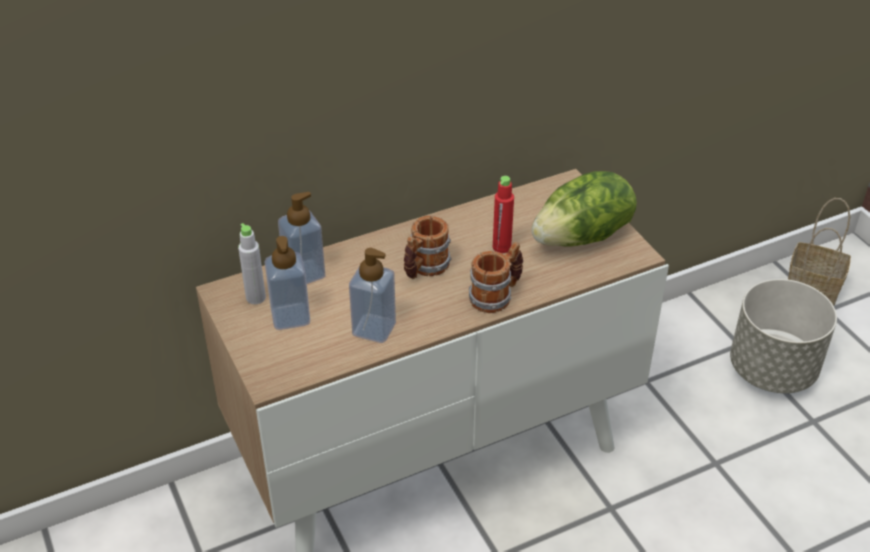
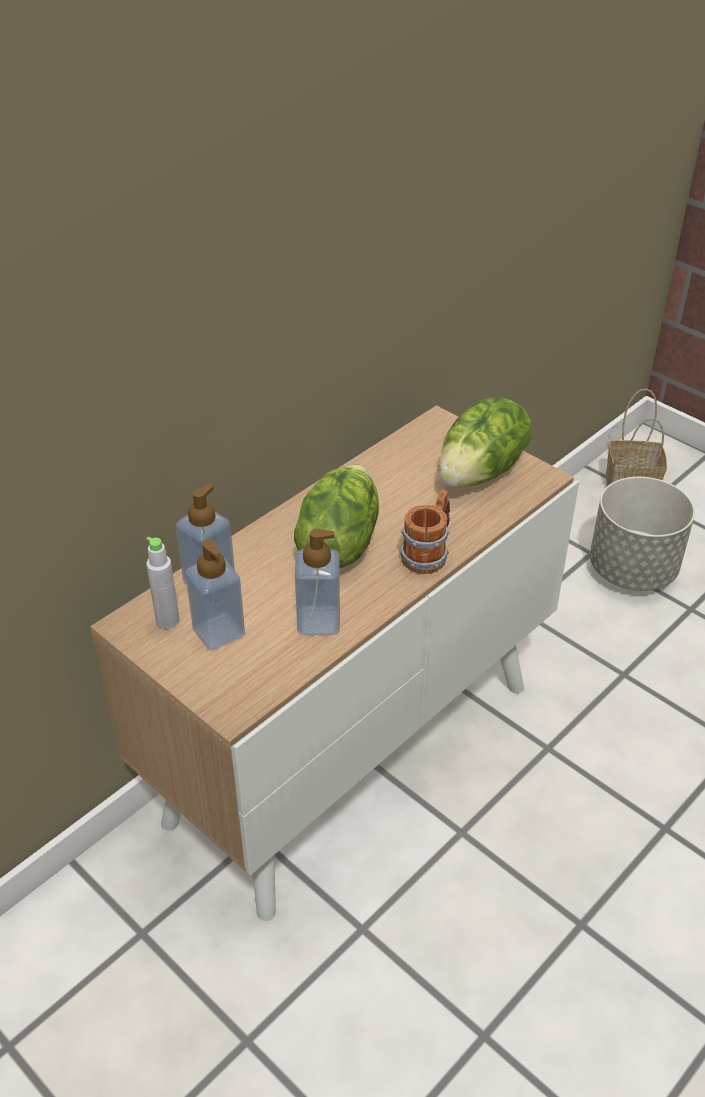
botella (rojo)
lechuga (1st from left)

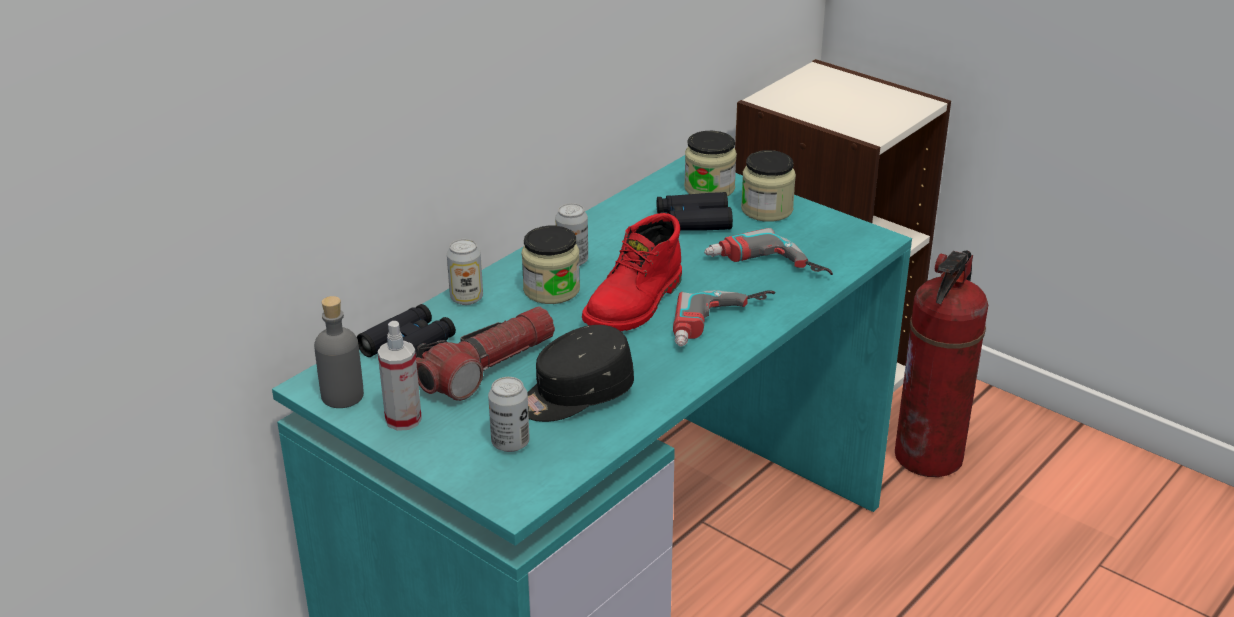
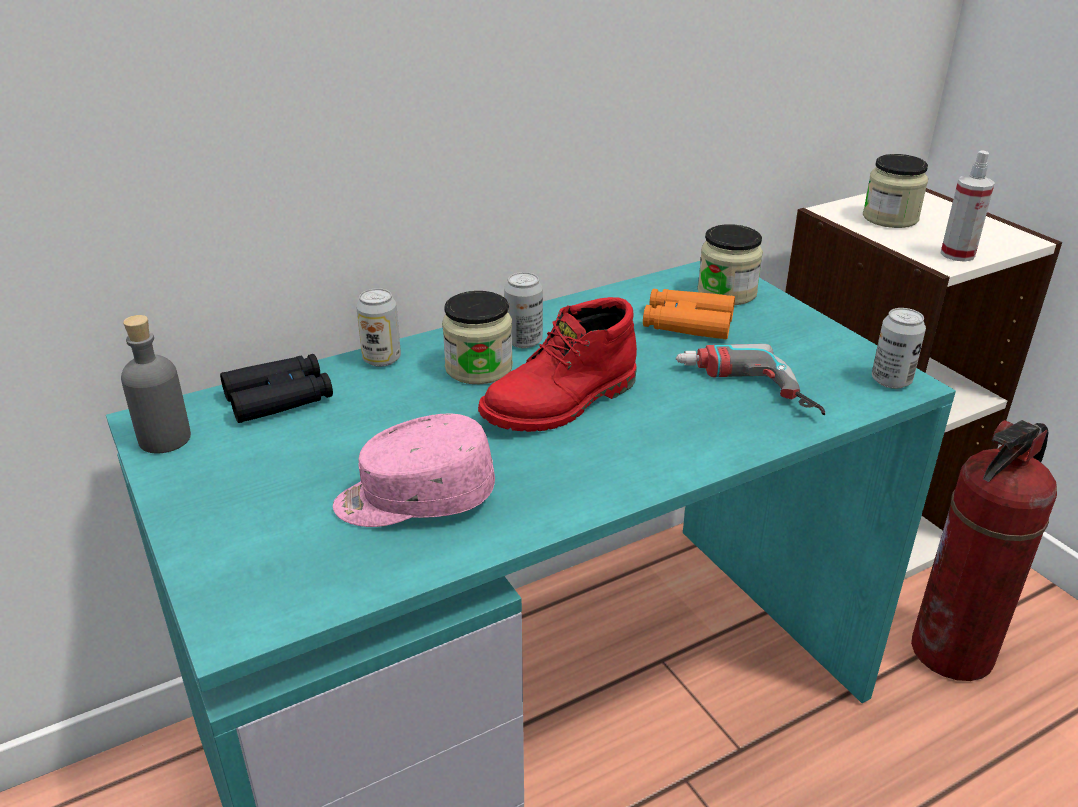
tarro (3rd from left)
prismáticos (naranja)
taladro (1st from left in the first image)
linterna
pulverizador
gorra (rosa)
lata (3rd from left)

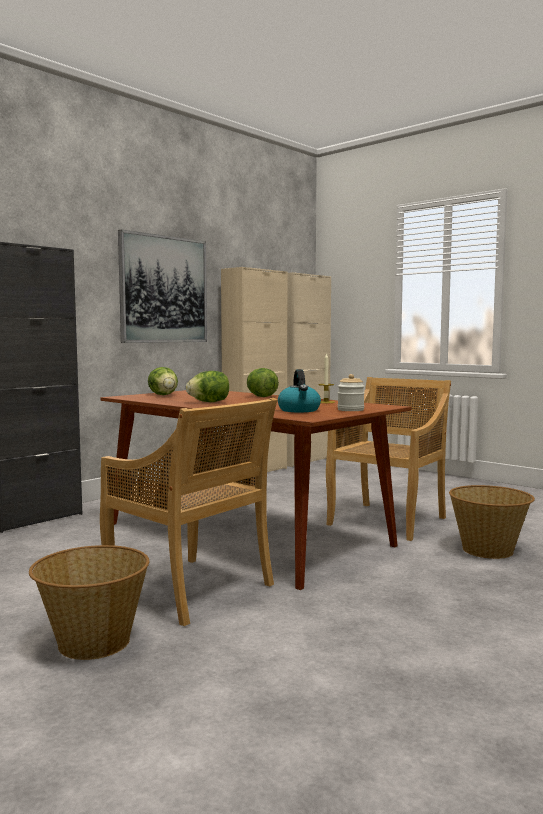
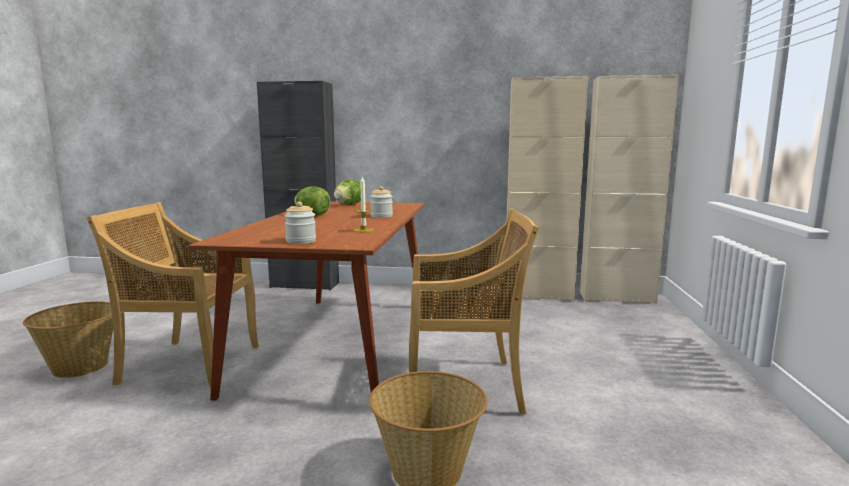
cuadro
tarro (2nd from left)
hervidor
silla (beis) (1st from left)

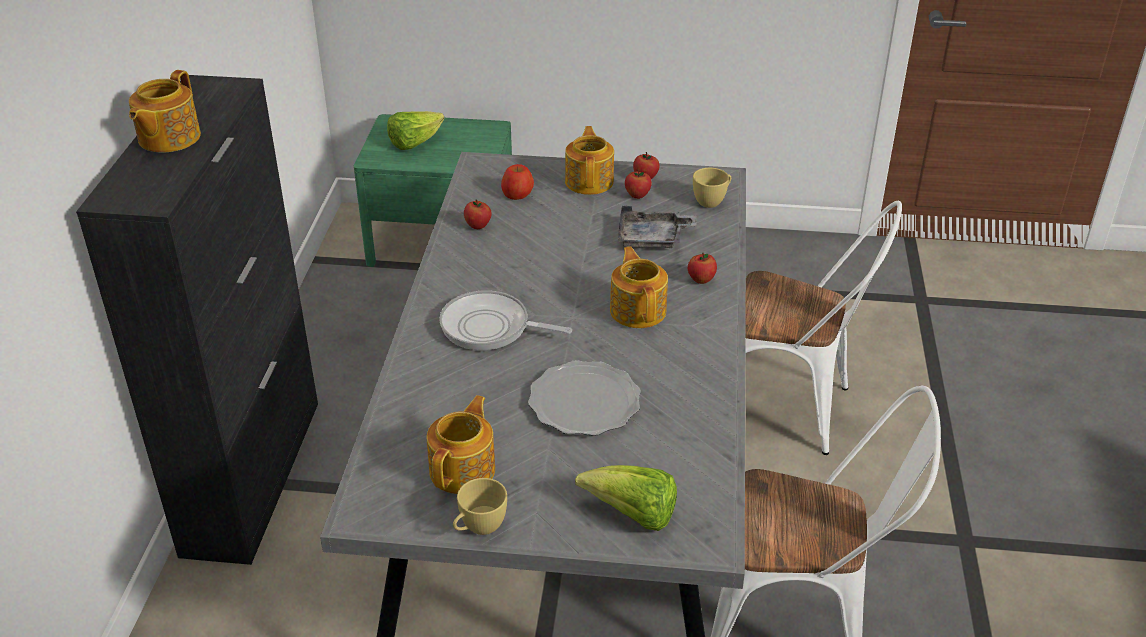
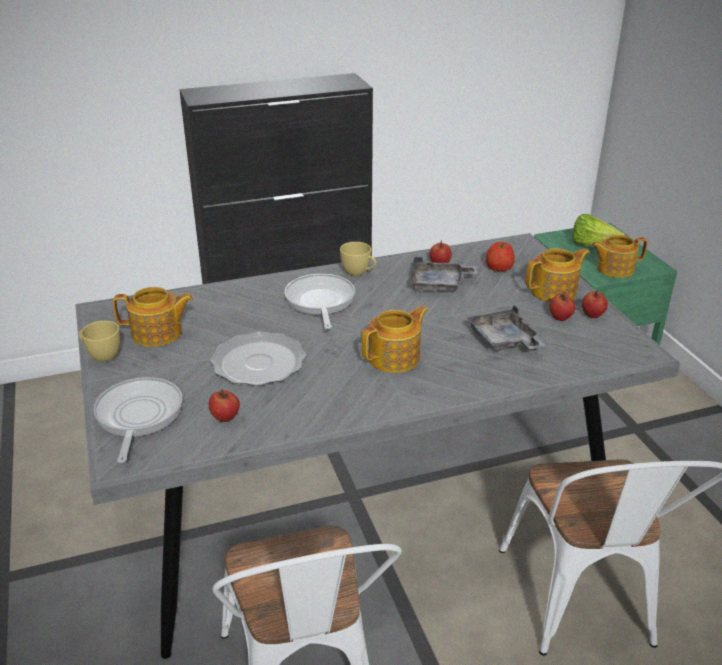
tetera (4th from left)
taza (amarillo) (2nd from left)
manzana (1st from left)
sartén (1st from left)
bandeja (gris) (1st from left)

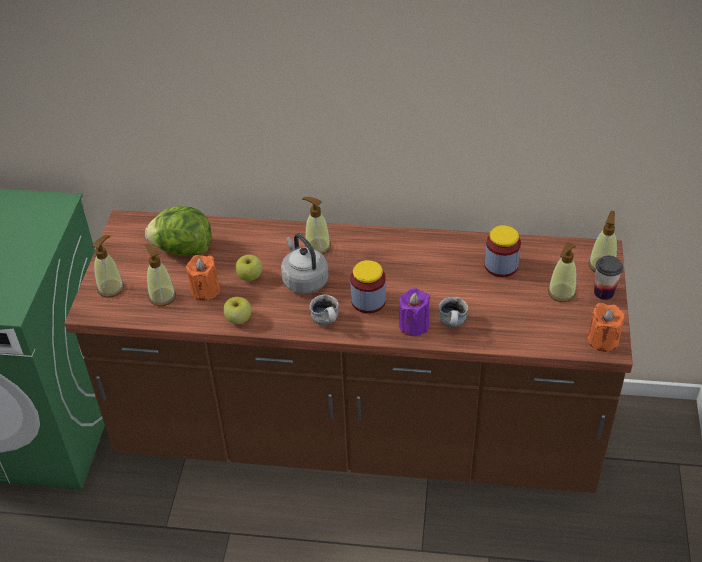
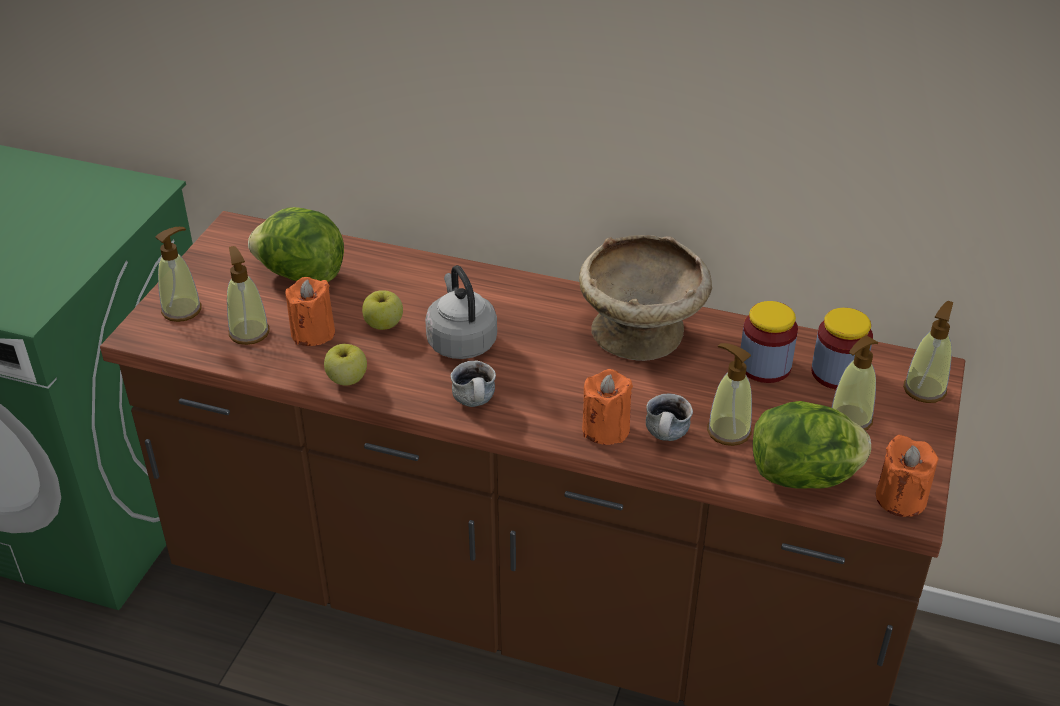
dispensador de jabón (3rd from left)
taza
tarro (2nd from left)
vela (naranja) (2nd from left)
cuenco (beis)
lechuga (2nd from left)

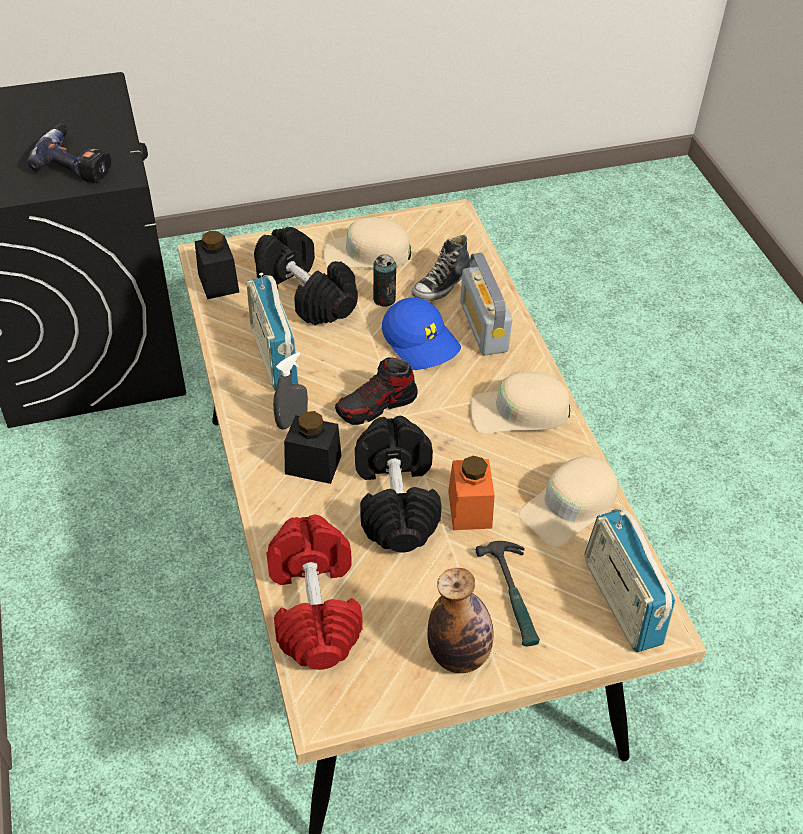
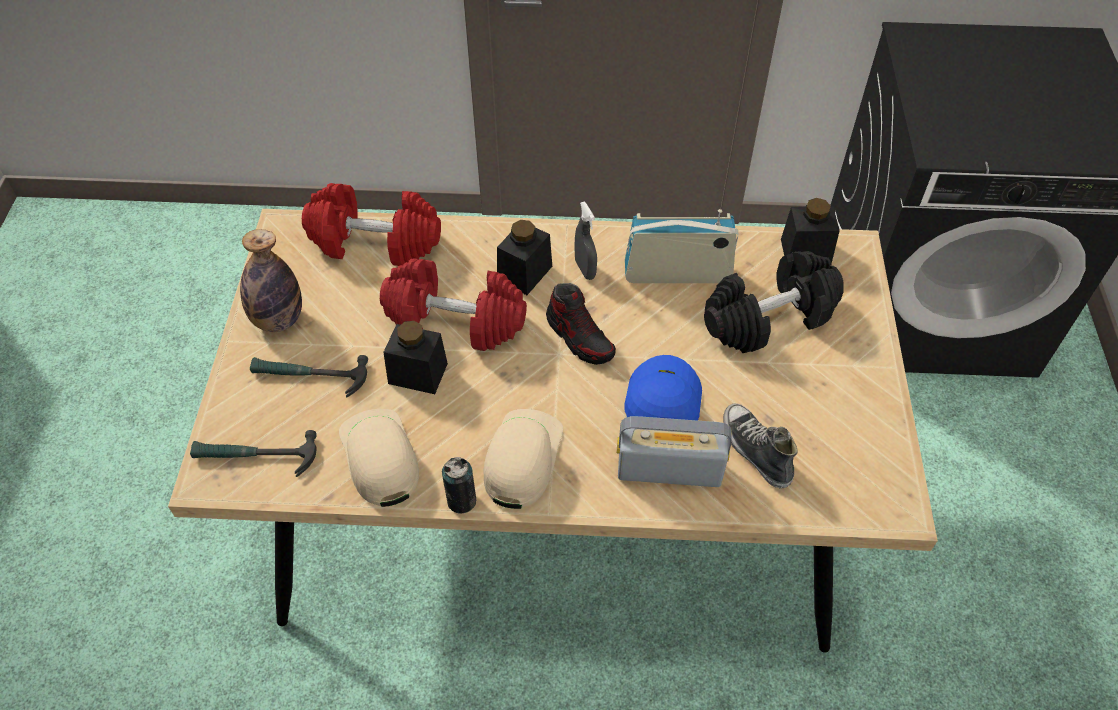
taladro
gorra (beis) (1st from left in the first image)
lata
gorra (azul)
zapato (1st from left)
mancuerna (rojo) (2nd from left)
tarro (negro) (1st from left)
martillo (1st from left)

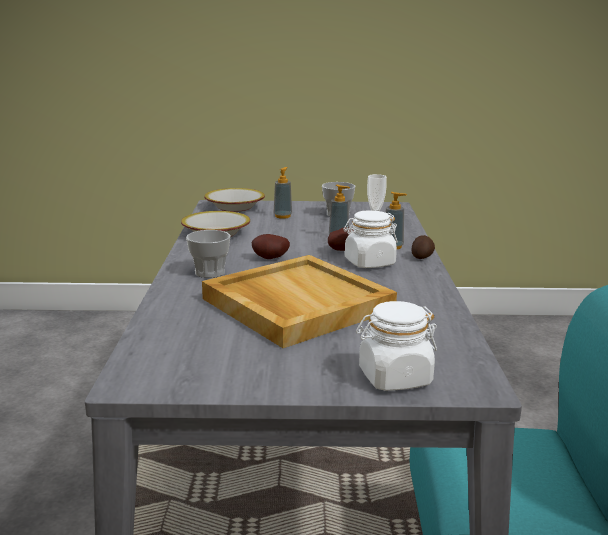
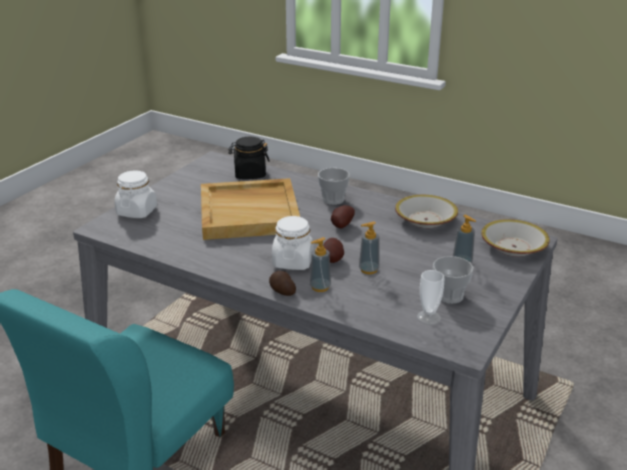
tarro (negro)

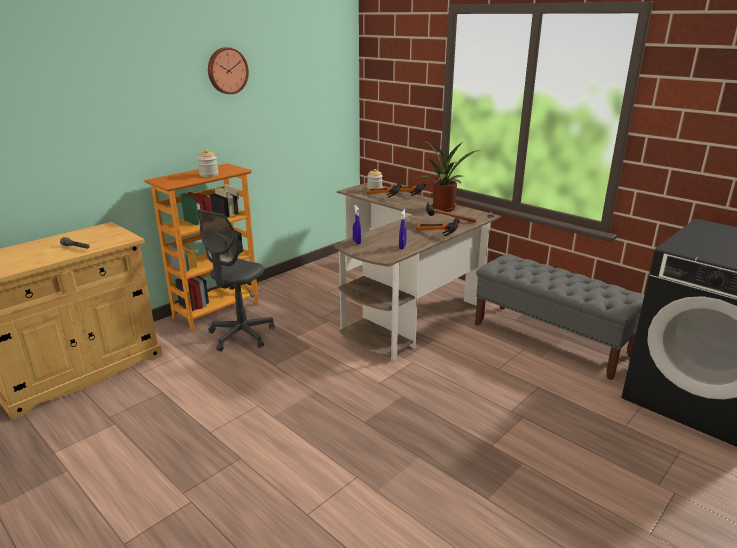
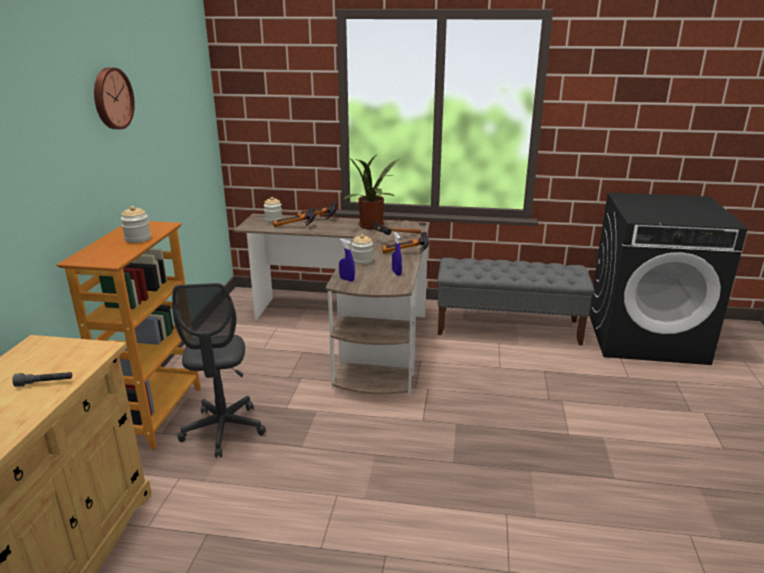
tarro (3rd from left)

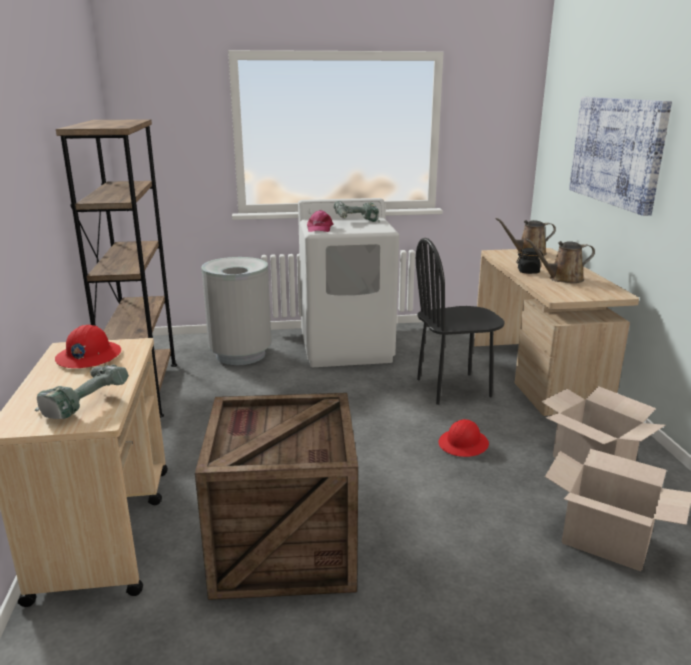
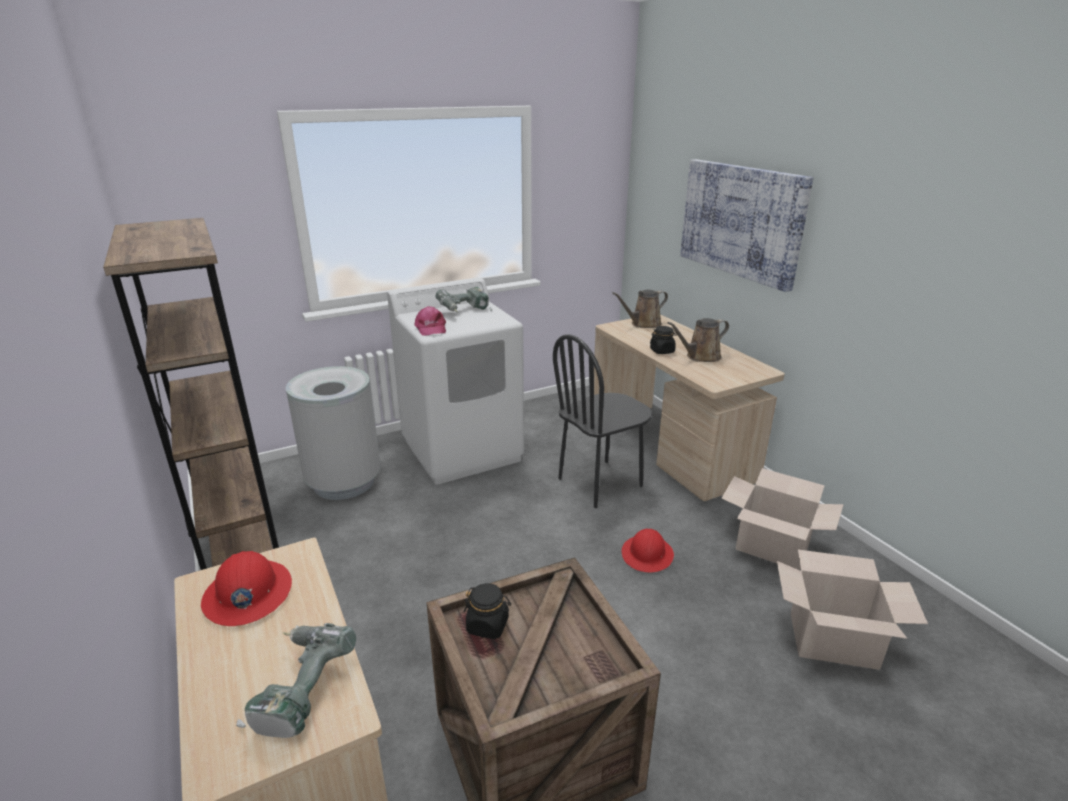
tarro (negro) (1st from left)

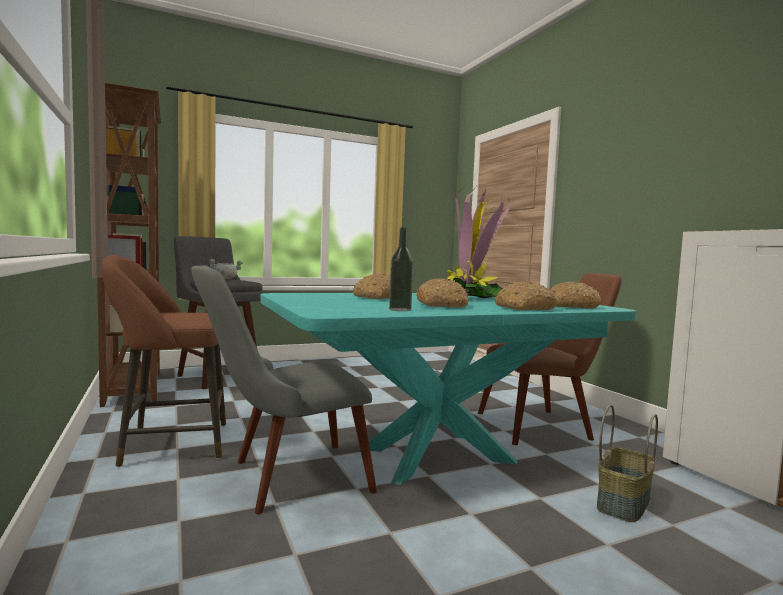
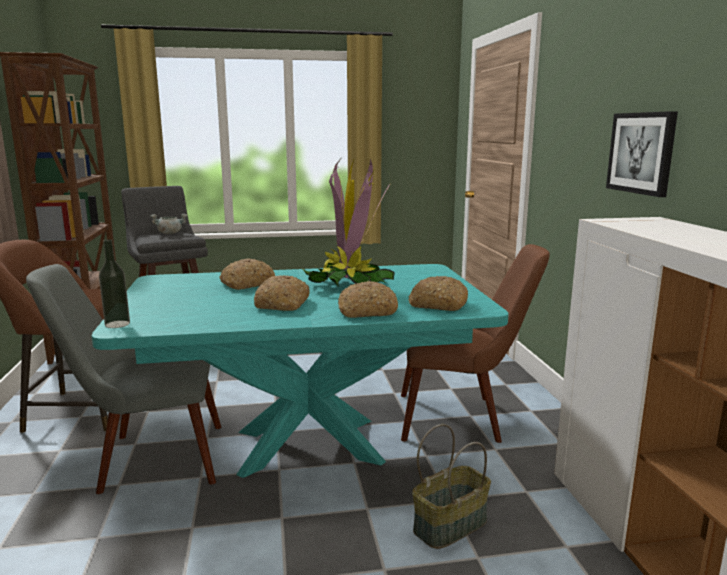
botella
cuadro

